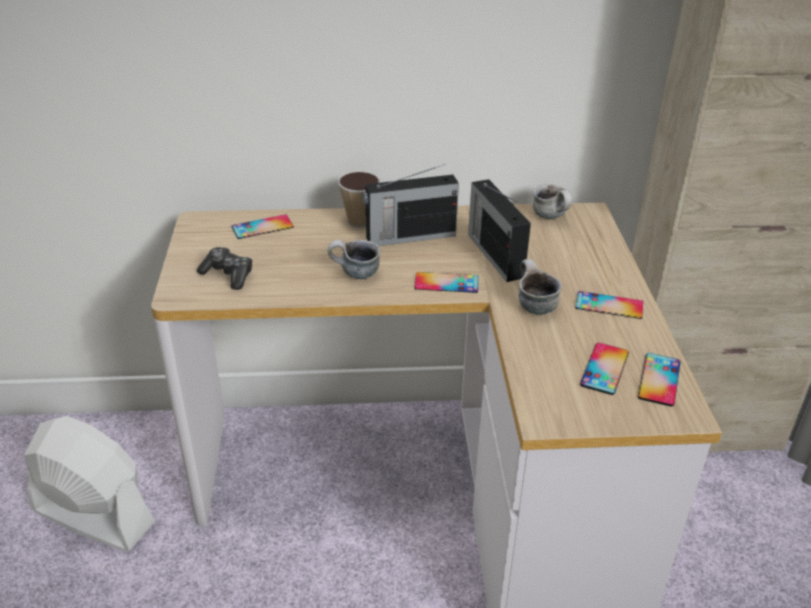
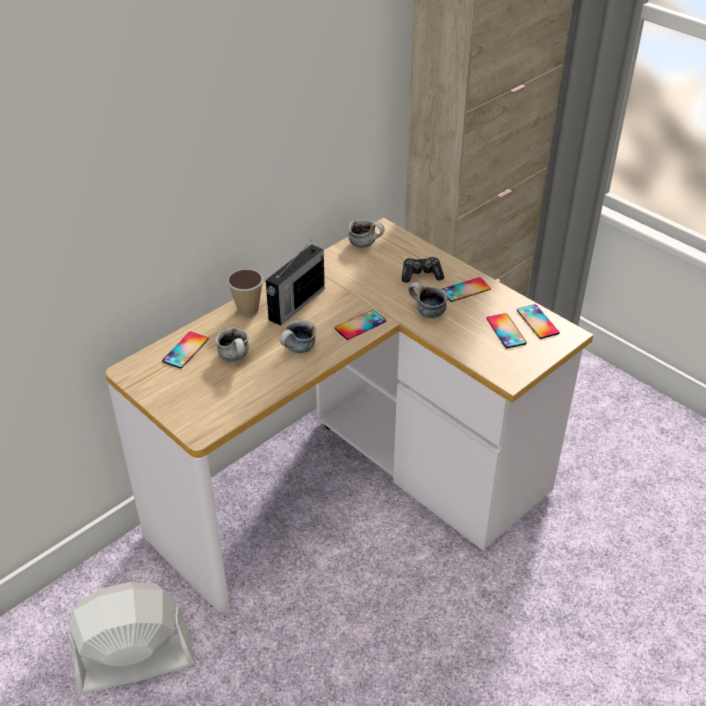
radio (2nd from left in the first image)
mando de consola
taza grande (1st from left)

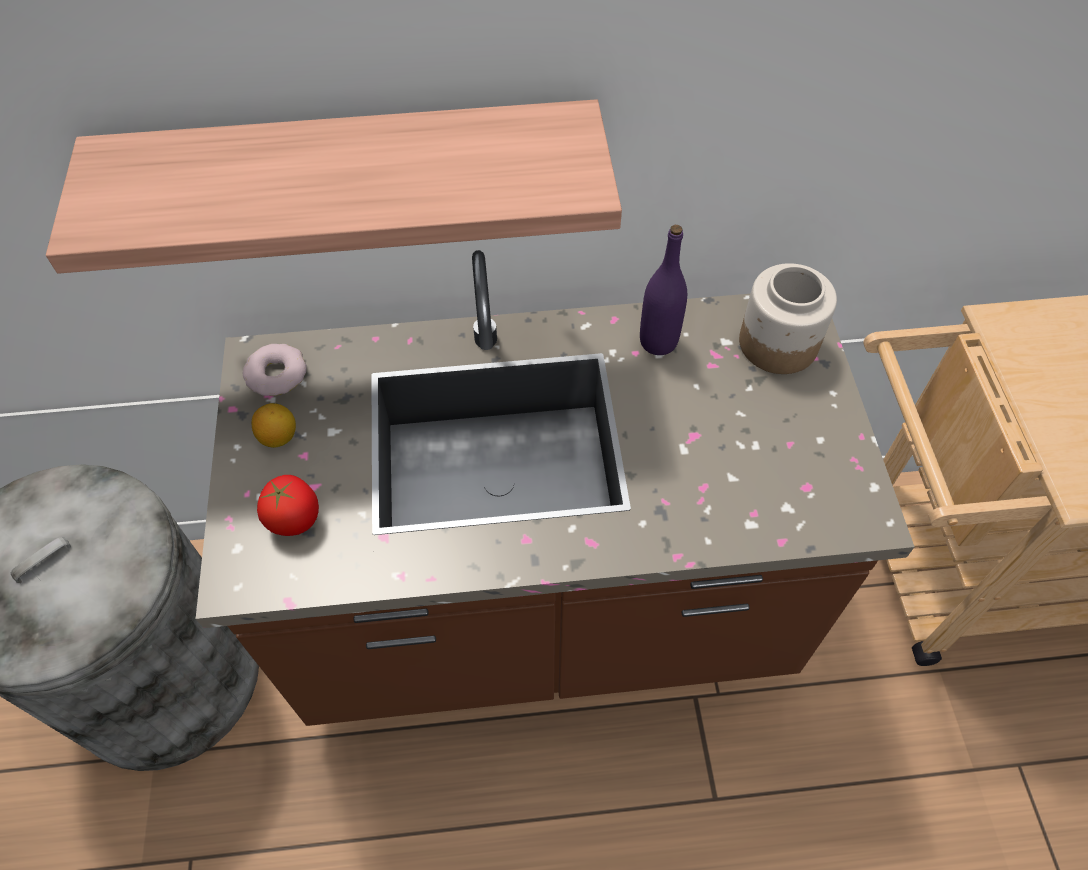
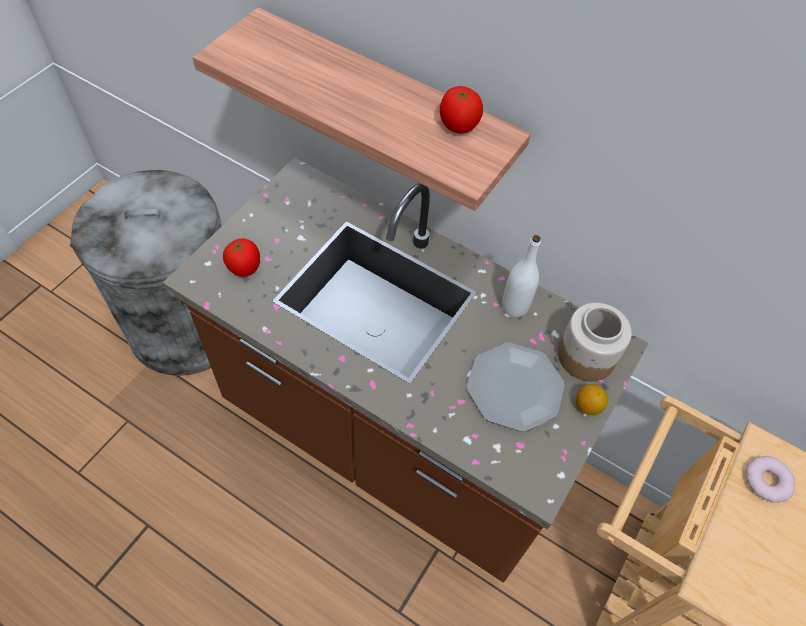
botella (blanco)
rosquilla
limón
tomate (2nd from left)
plato

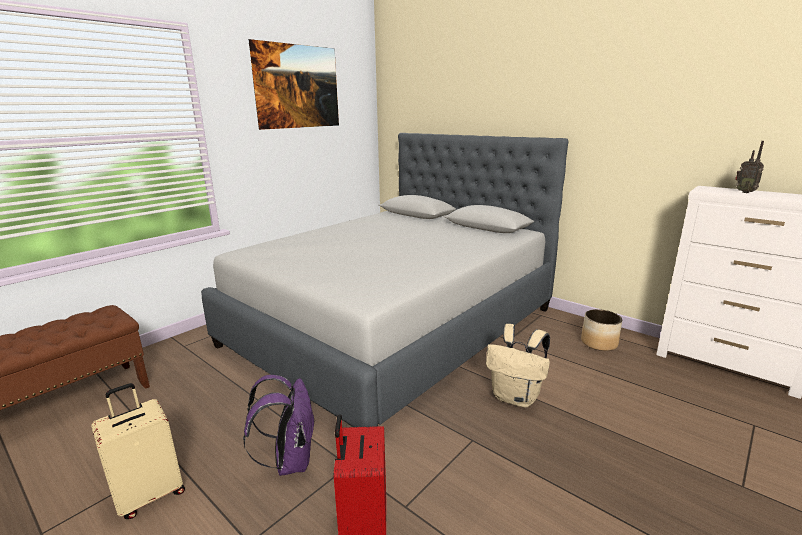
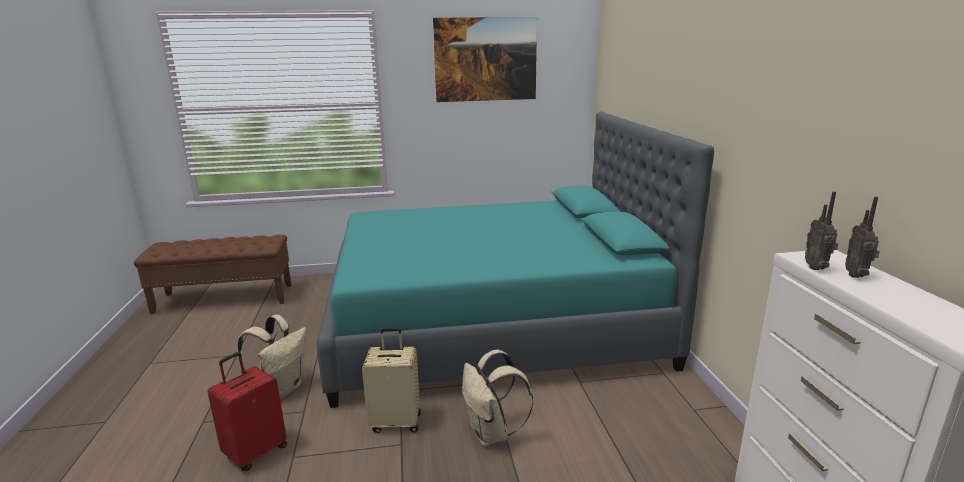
cama (turquesa)
maceta
mochila (beis) (1st from left)
maleta (beis)
radio (1st from left)

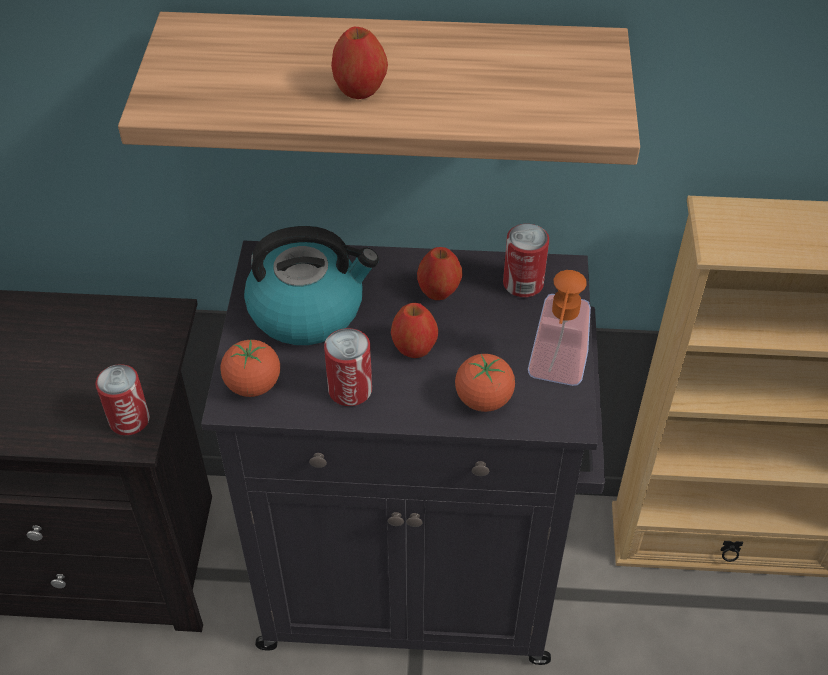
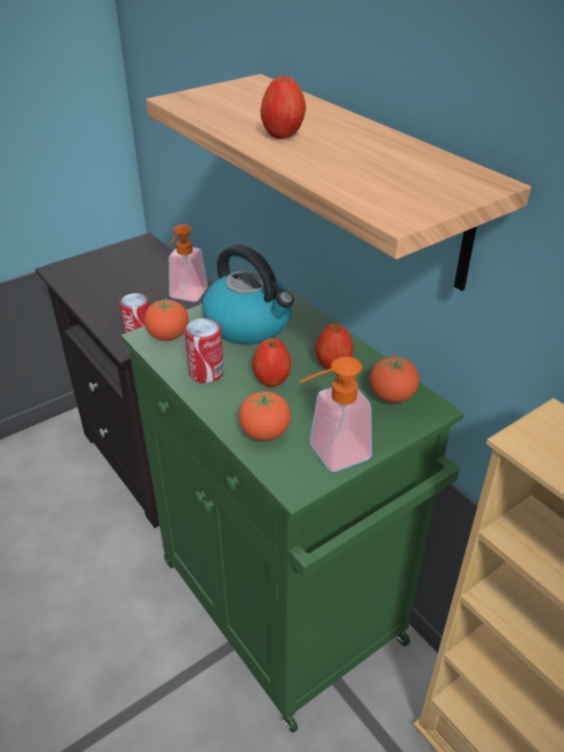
tomate (3rd from left)
armario (verde)
dispensador de jabón (1st from left)

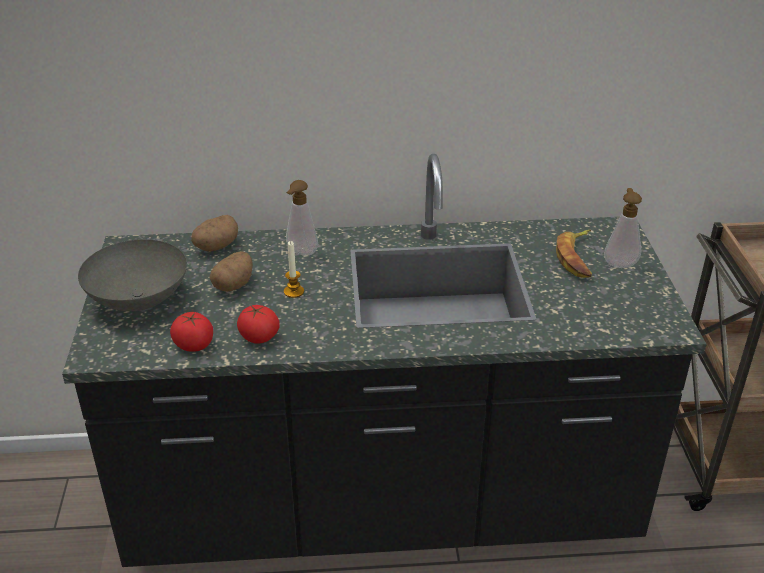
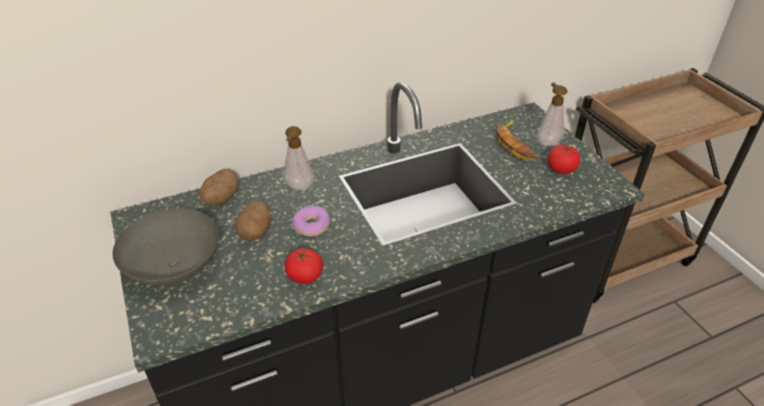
rosquilla
tomate (2nd from left)

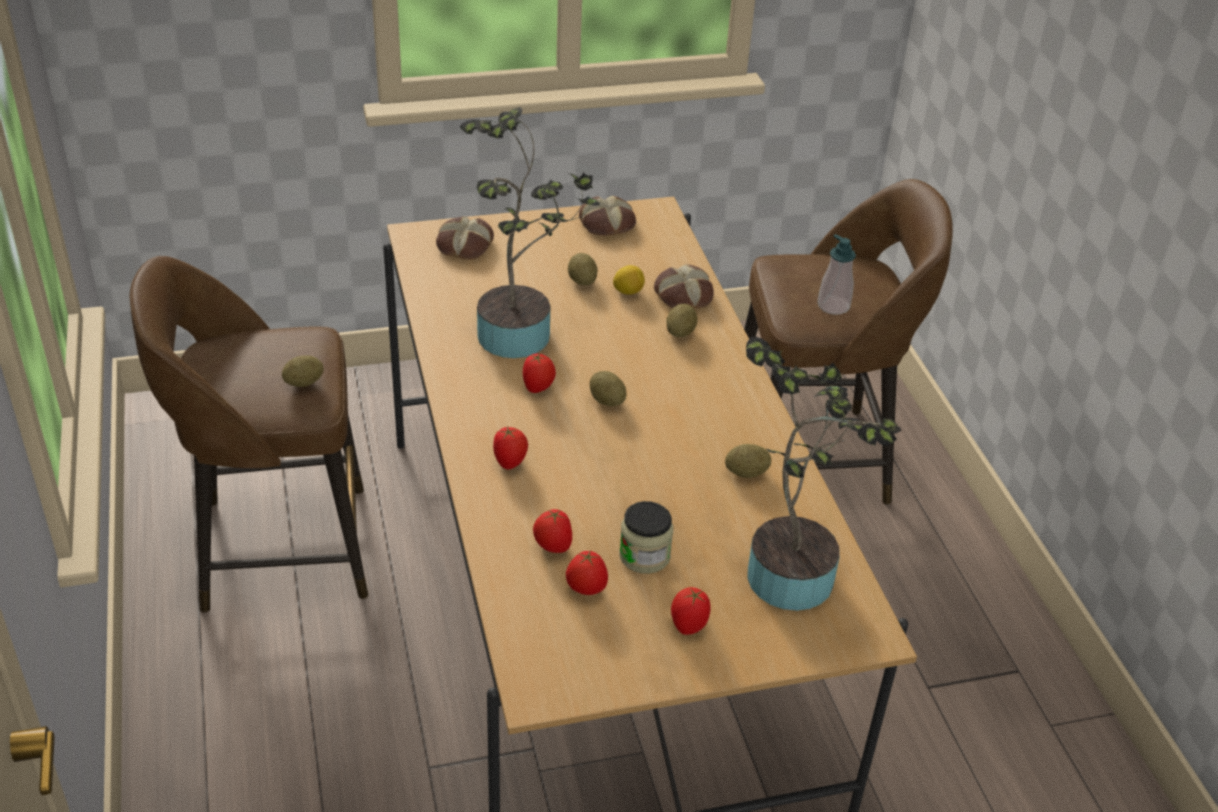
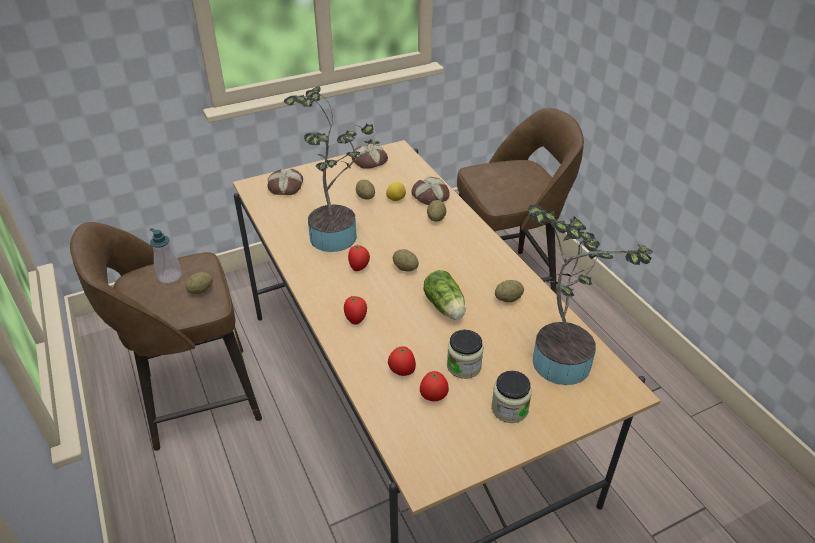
dispensador de jabón
tarro (2nd from left)
lechuga

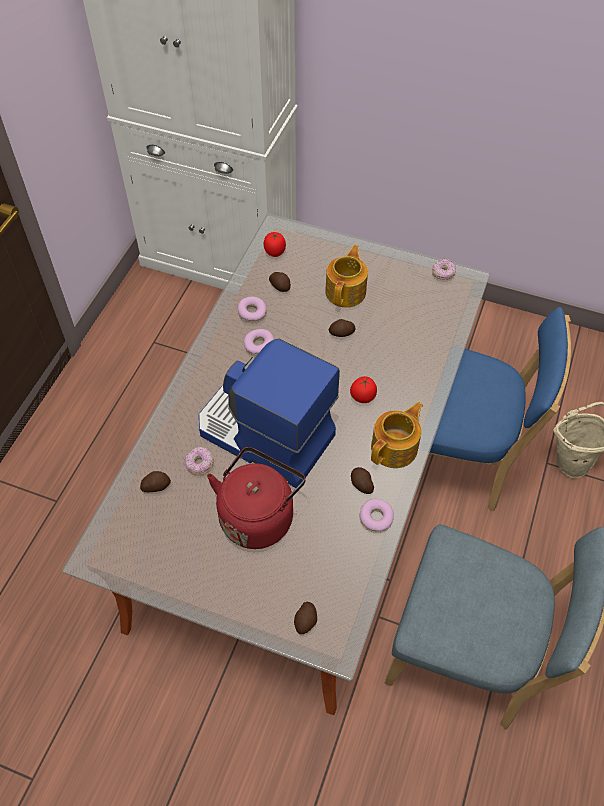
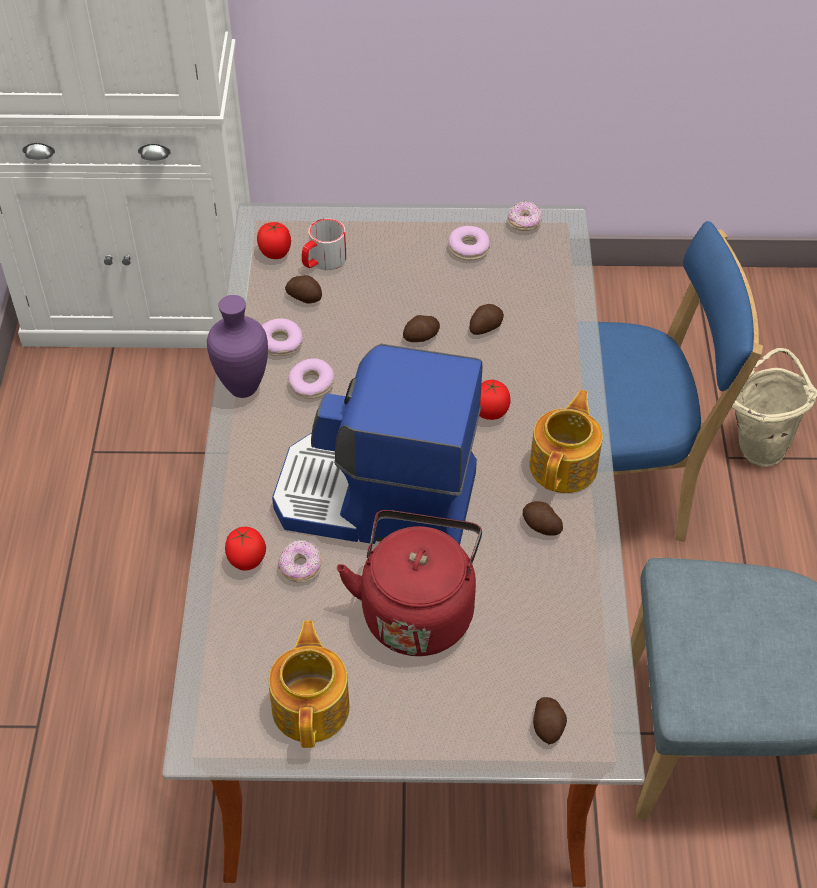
tetera (1st from left)
patata (3rd from left)
rosquilla (4th from left)
taza grande
florero (morado)
tomate (1st from left)

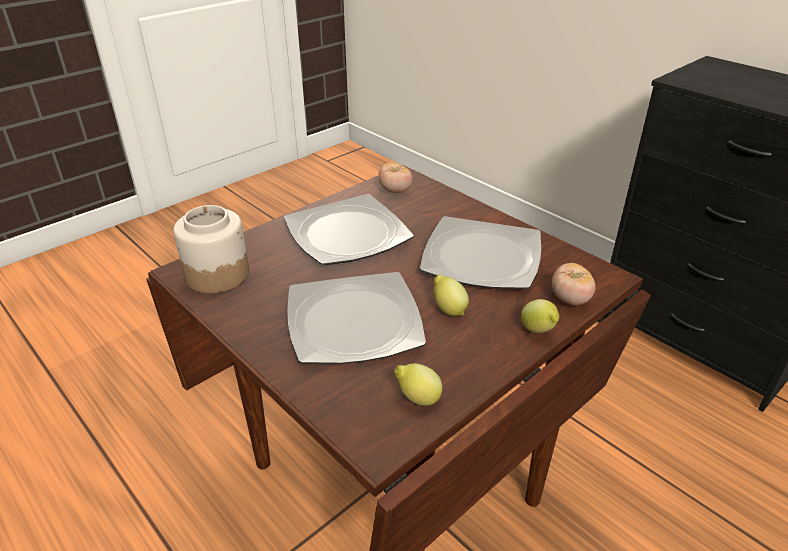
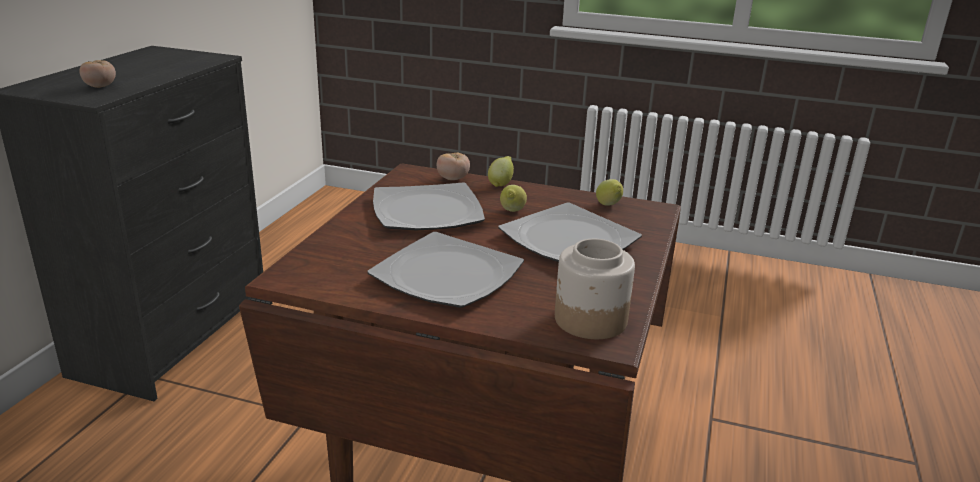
tomate (1st from left)

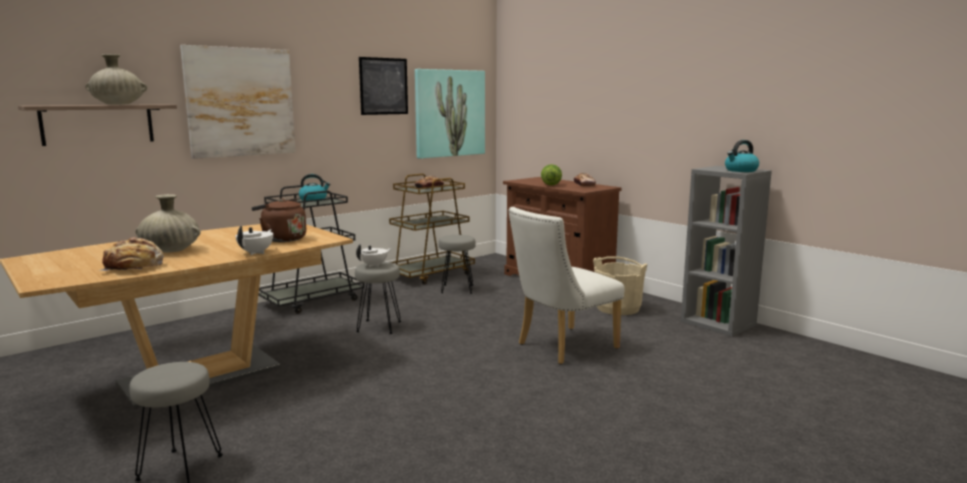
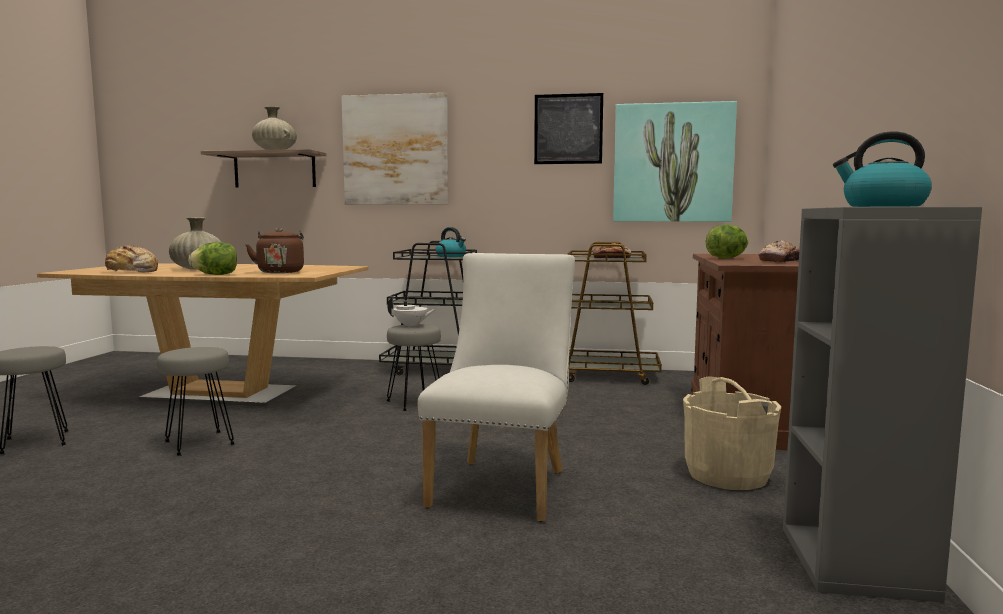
silla (blanco)
lechuga (1st from left)
taburete (gris) (2nd from left)

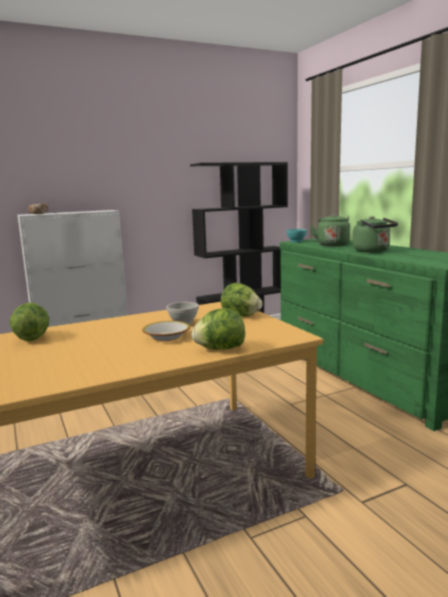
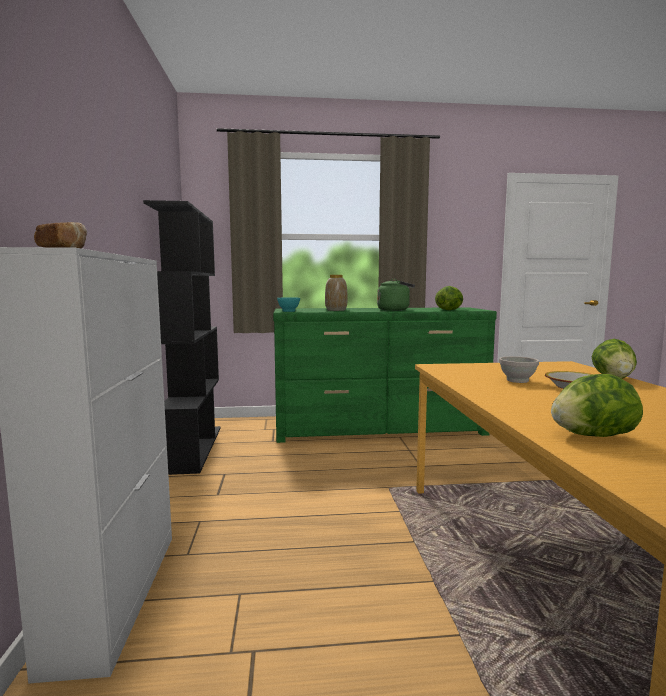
florero
lechuga (1st from left)

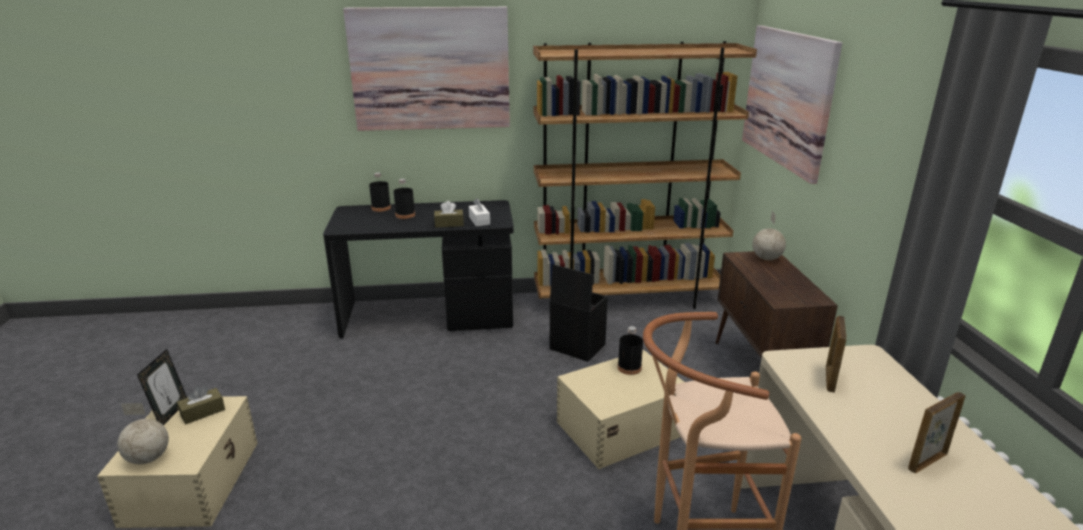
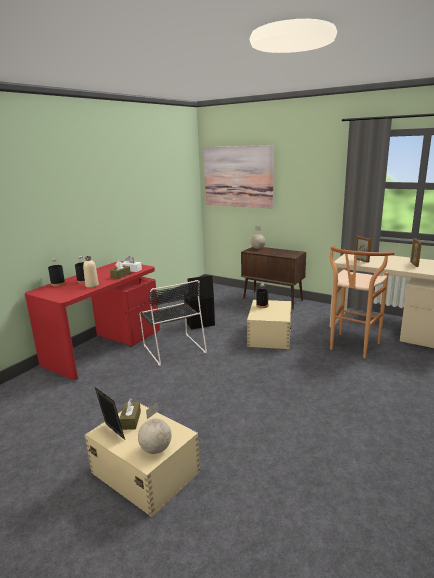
cuadro (1st from left in the first image)
estantería (marrón)
escritorio (rojo)
botella (beis)
silla (negro)

